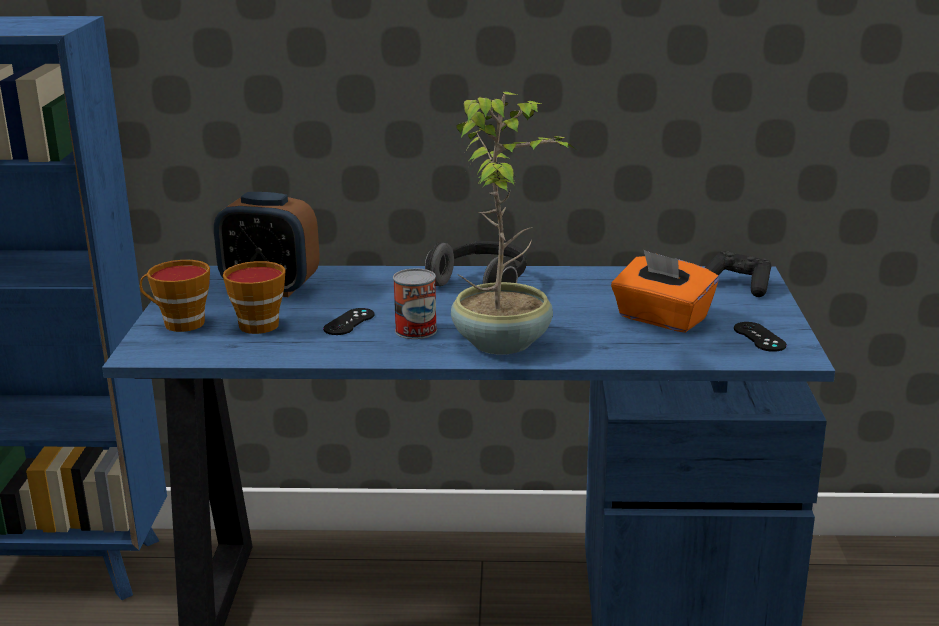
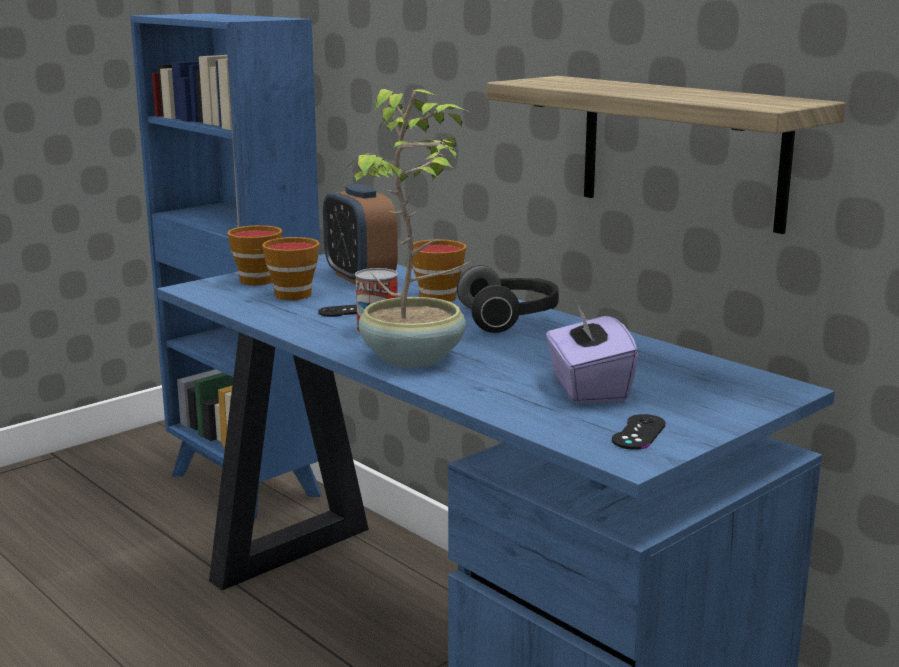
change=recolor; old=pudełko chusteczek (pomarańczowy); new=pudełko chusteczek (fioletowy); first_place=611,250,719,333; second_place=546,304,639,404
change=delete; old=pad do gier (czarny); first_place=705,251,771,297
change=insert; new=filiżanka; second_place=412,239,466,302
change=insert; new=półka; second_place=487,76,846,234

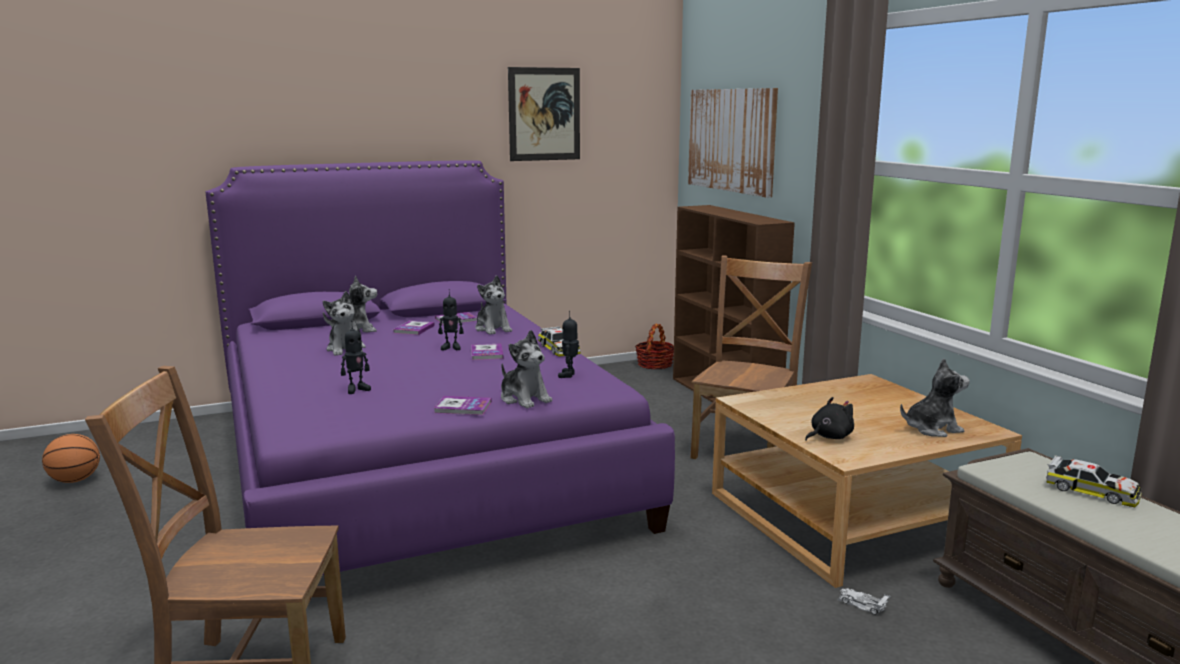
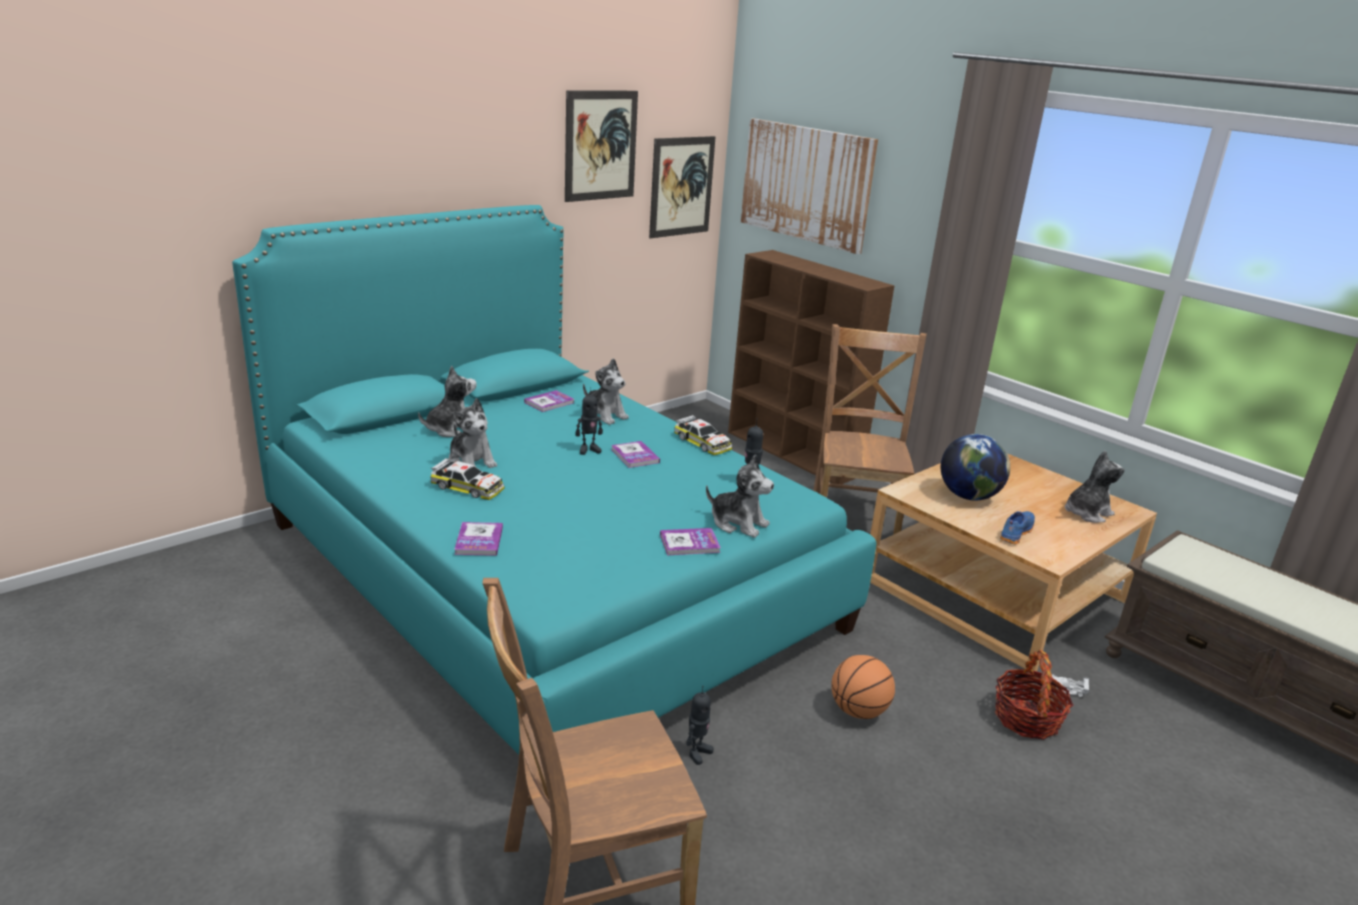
change=move; old=piłka do koszykówki; first_place=42,434,100,483; second_place=831,655,895,719
change=recolor; old=łóżko (fioletowy); new=łóżko (turkusowy); first_place=206,160,675,575; second_place=232,205,876,755
change=move; old=robot zabawkowy; first_place=341,321,371,394; second_place=686,686,714,765
change=move; old=książka; first_place=393,321,435,335; second_place=454,522,503,556
change=move; old=koszyk; first_place=635,324,674,369; second_place=995,650,1073,740
change=replace; old=pluszak (czarny); new=but (niebieski); first_place=805,397,854,441; second_place=1000,511,1035,544
change=move; old=samochodzik; first_place=1046,455,1142,507; second_place=430,458,504,500
change=insert; new=obraz; second_place=649,136,716,238
change=insert; new=globus; second_place=941,434,1010,501

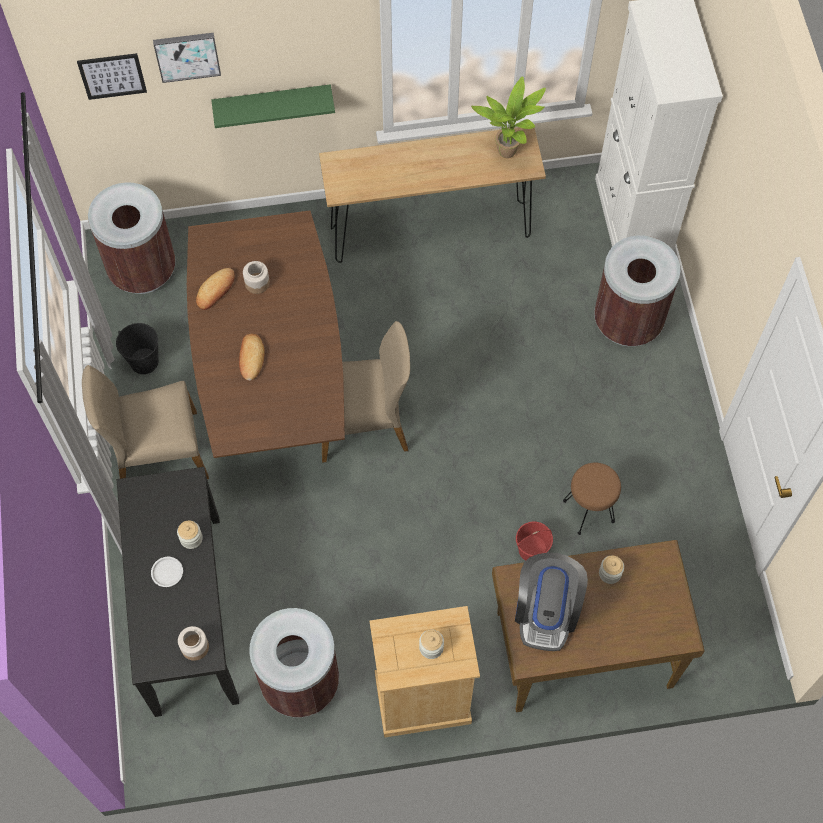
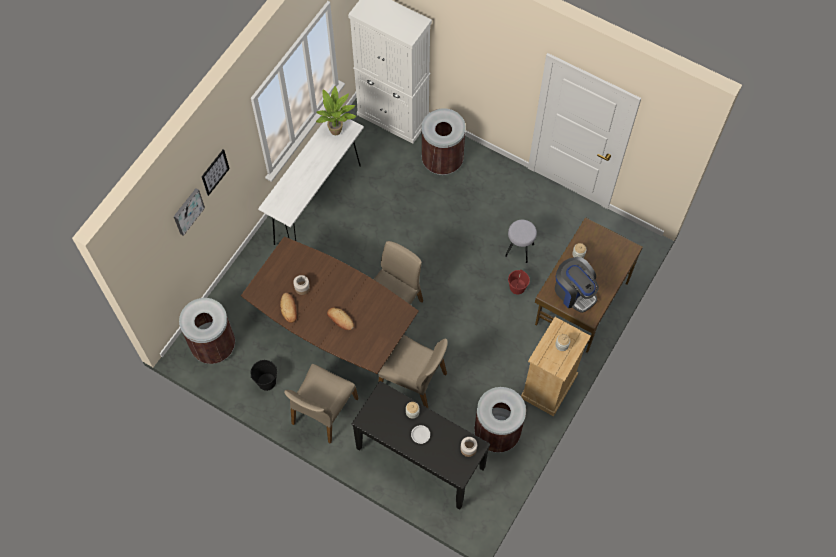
change=move; old=obraz; first_place=77,53,147,100; second_place=202,149,230,196
change=delete; old=półka (zielony); first_place=211,84,335,128
change=recolor; old=stolik konsolowy (brązowy); new=stolik konsolowy (biały); first_place=319,127,546,263; second_place=258,115,364,245
change=recolor; old=stołek (brązowy); new=stołek (szary); first_place=563,463,621,535; second_place=505,220,537,263
change=insert; new=krzesło (beżowy); second_place=378,335,448,408

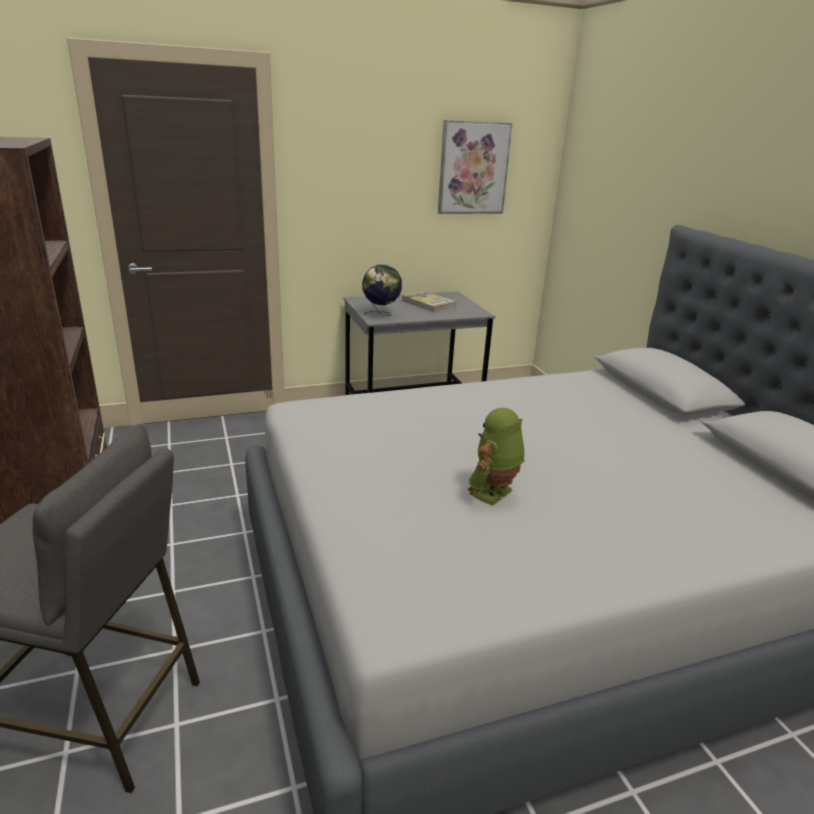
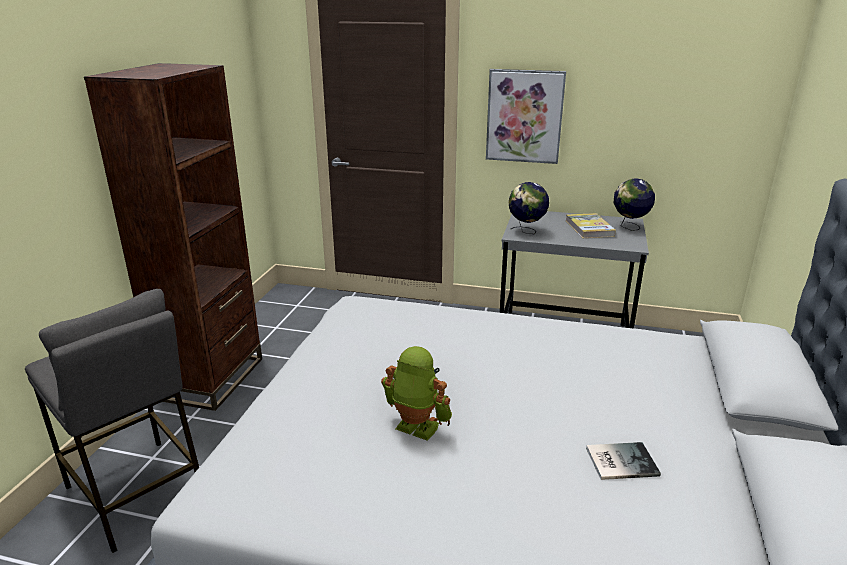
change=move; old=obraz; first_place=438,120,512,214; second_place=486,69,566,164
change=rotate; old=robot zabawkowy; first_place=467,408,525,506; second_place=381,346,452,441; degrees=45
change=insert; new=książka; second_place=586,442,661,480
change=insert; new=globus; second_place=614,178,655,231

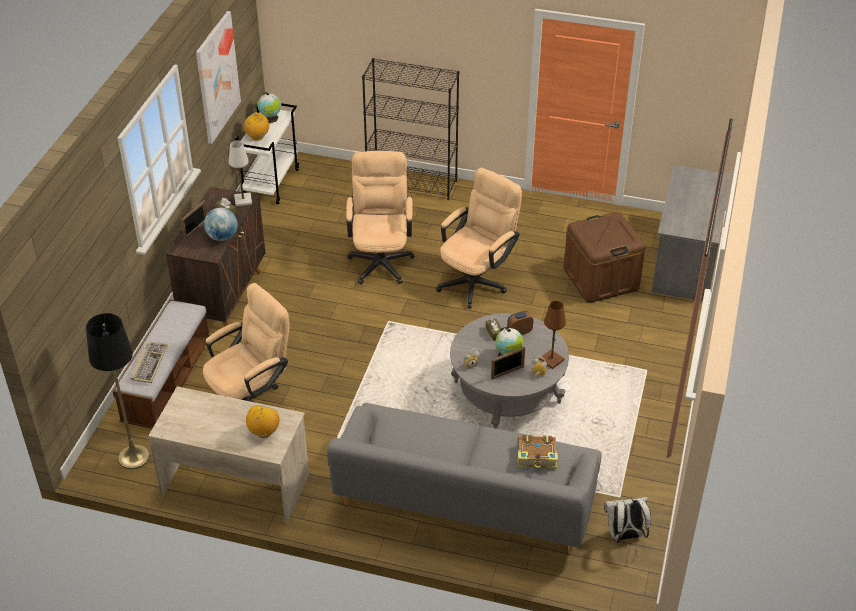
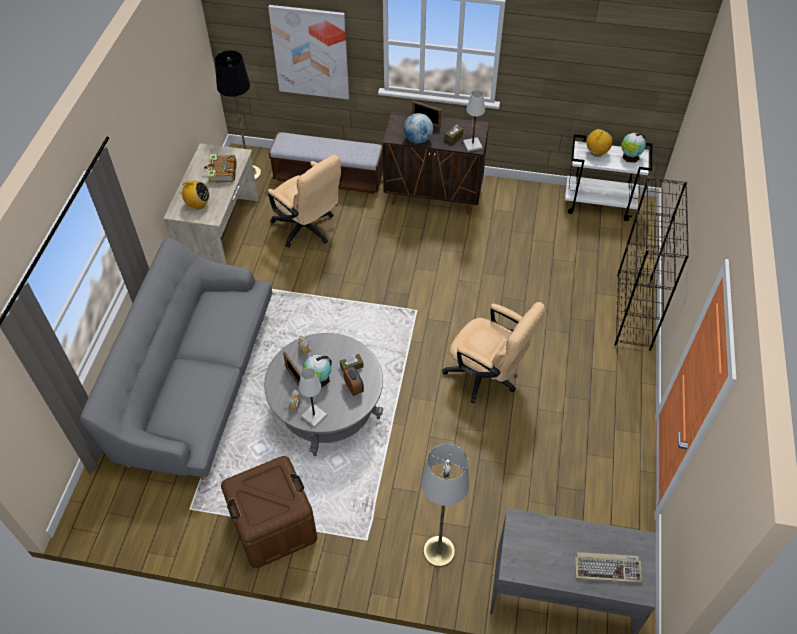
change=move; old=klawiatura; first_place=130,342,168,383; second_place=575,552,643,583
change=move; old=obraz; first_place=196,11,241,144; second_place=268,5,349,99
change=delete; old=krzesło biurowe (beżowy); first_place=346,151,415,284
change=move; old=książka; first_place=518,435,558,469; second_place=203,154,237,184
change=recolor; old=lampa stołowa (brązowy); new=lampa stołowa (biały); first_place=539,301,566,369; second_place=299,368,327,427
change=move; old=pojemnik do przechowywania (brązowy); first_place=564,212,646,303; second_place=221,456,317,568
change=delete; old=plecak (biały); first_place=604,497,651,543
change=insert; new=lampa stojąca (szary); second_place=422,444,469,567

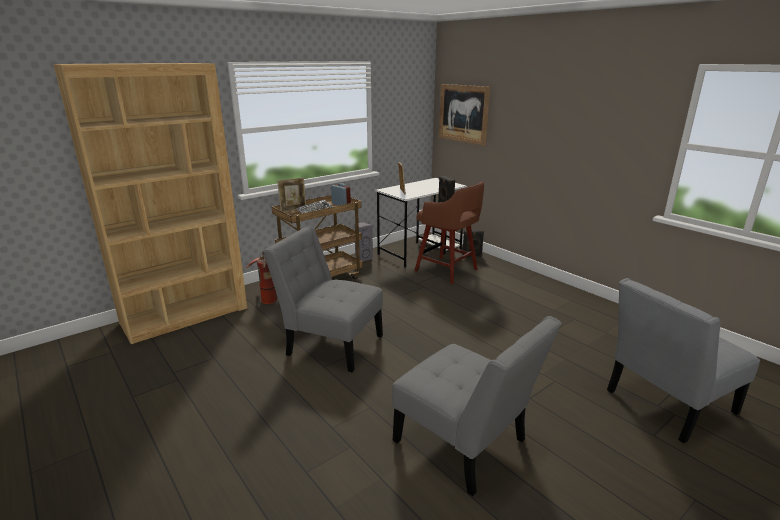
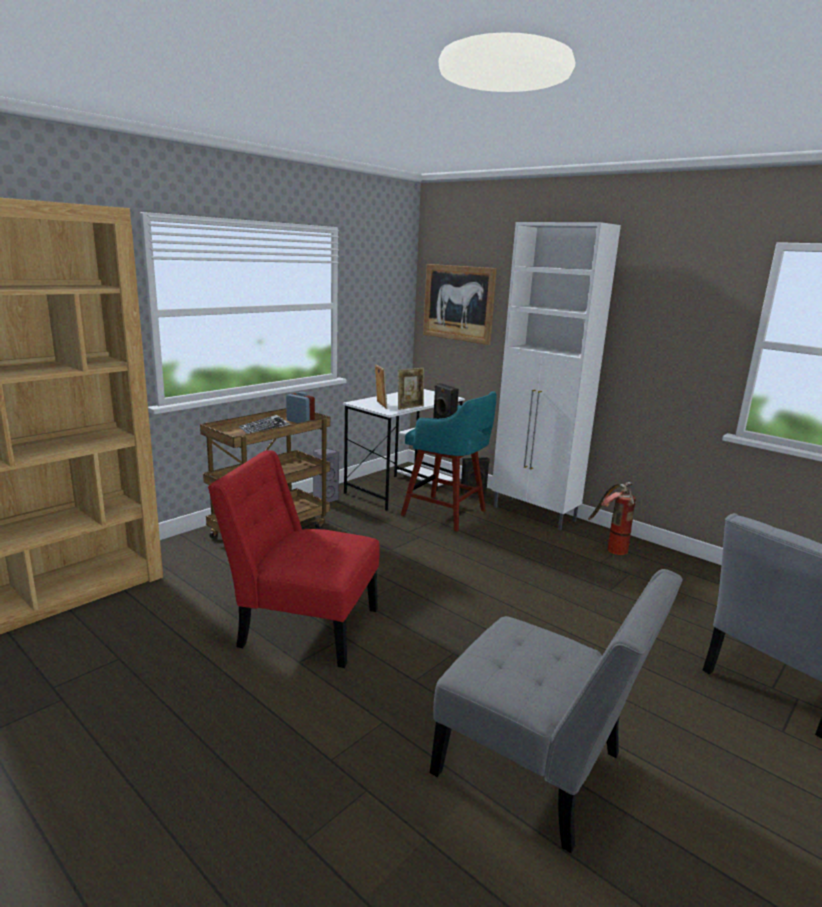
change=move; old=gaśnica; first_place=246,250,277,304; second_place=588,482,636,555
change=recolor; old=krzesło (szary); new=krzesło (czerwony); first_place=263,226,383,372; second_place=208,450,380,668
change=move; old=ramka na zdjęcie; first_place=277,178,306,212; second_place=398,368,424,410
change=recolor; old=stołek (brązowy); new=stołek (turkusowy); first_place=415,182,484,284; second_place=401,391,497,532
change=insert; new=szafka (biały); second_place=492,222,621,531

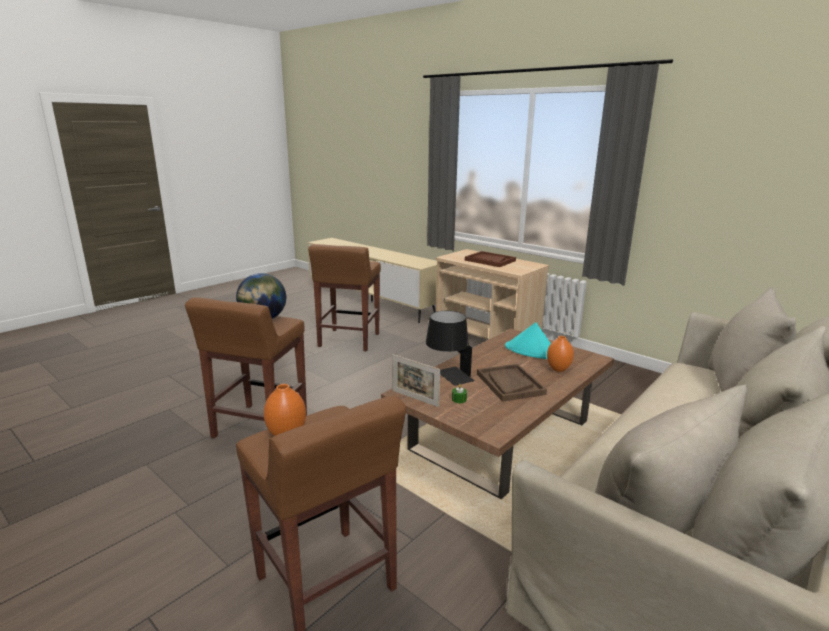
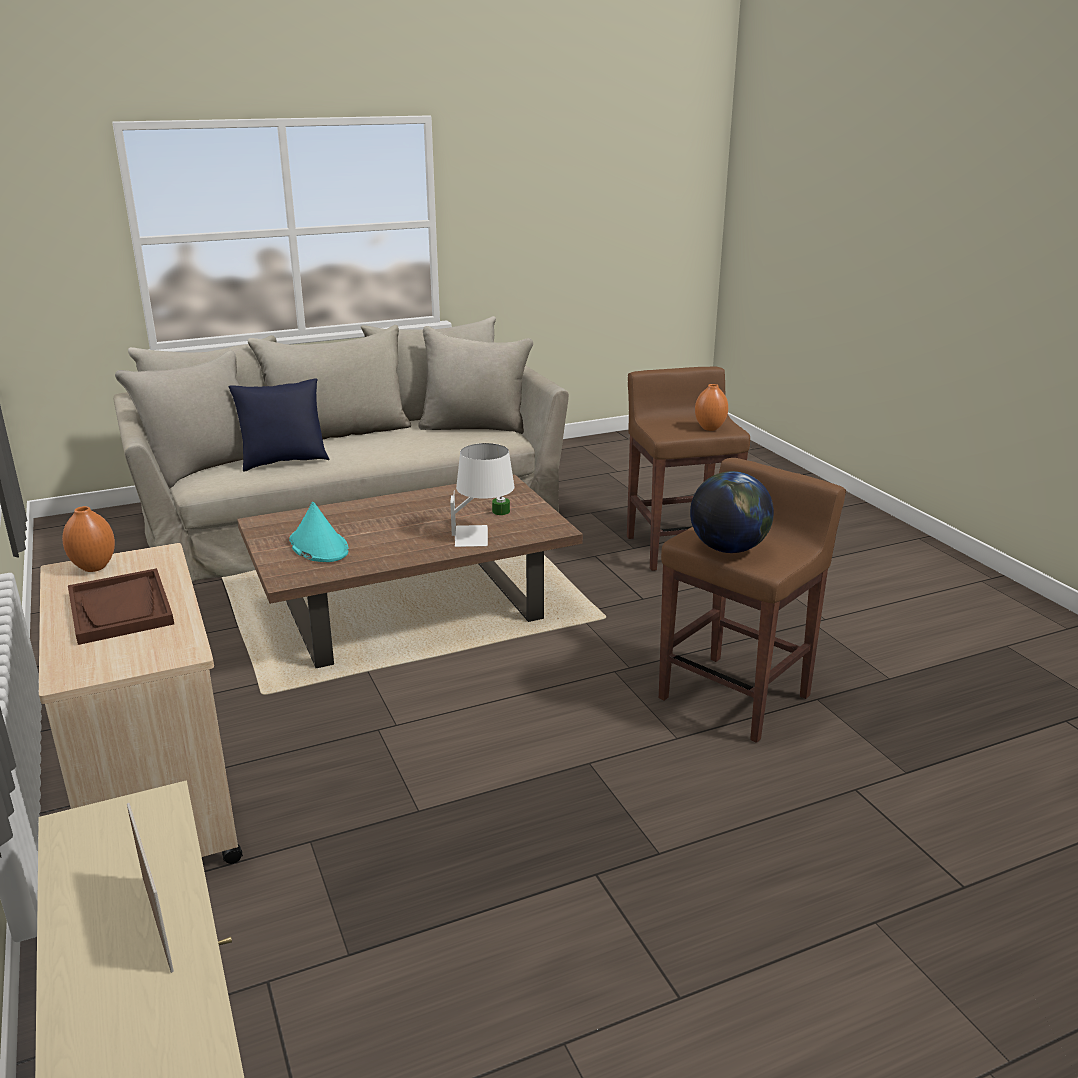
change=delete; old=stołek (brązowy); first_place=308,244,381,351
change=move; old=ramka na zdjęcie; first_place=392,354,440,407; second_place=127,803,174,973
change=recolor; old=lampa stołowa (czarny); new=lampa stołowa (biały); first_place=426,311,475,386; second_place=450,443,515,547
change=delete; old=taca (brązowy); first_place=477,364,547,402
change=move; old=wazon (pomarańczowy); first_place=547,336,574,372; second_place=62,506,115,572
change=insert; new=poduszka (niebieski); second_place=228,378,329,472

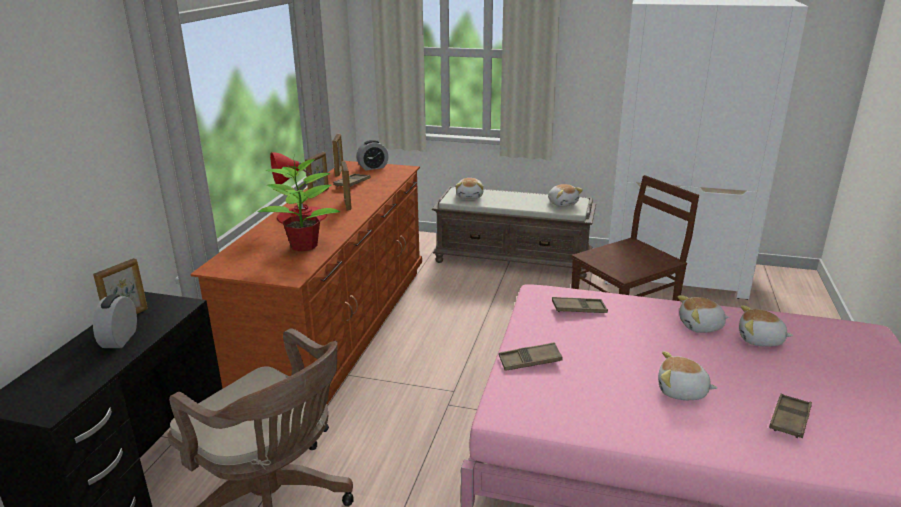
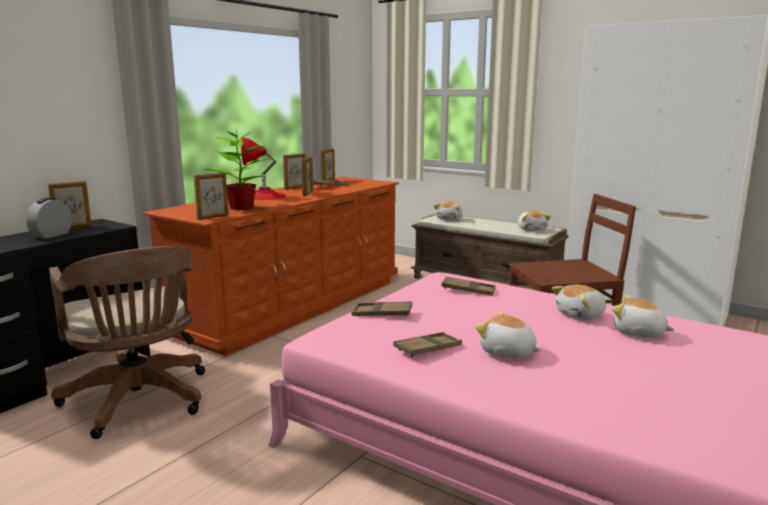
change=delete; old=budzik; first_place=356,140,389,171
change=rotate; old=pluszak; first_place=678,295,729,333; second_place=551,284,606,320; degrees=-45
change=move; old=taca (brązowy); first_place=769,394,812,438; second_place=393,332,462,357
change=insert; new=ramka na zdjęcie; second_place=194,172,229,220

